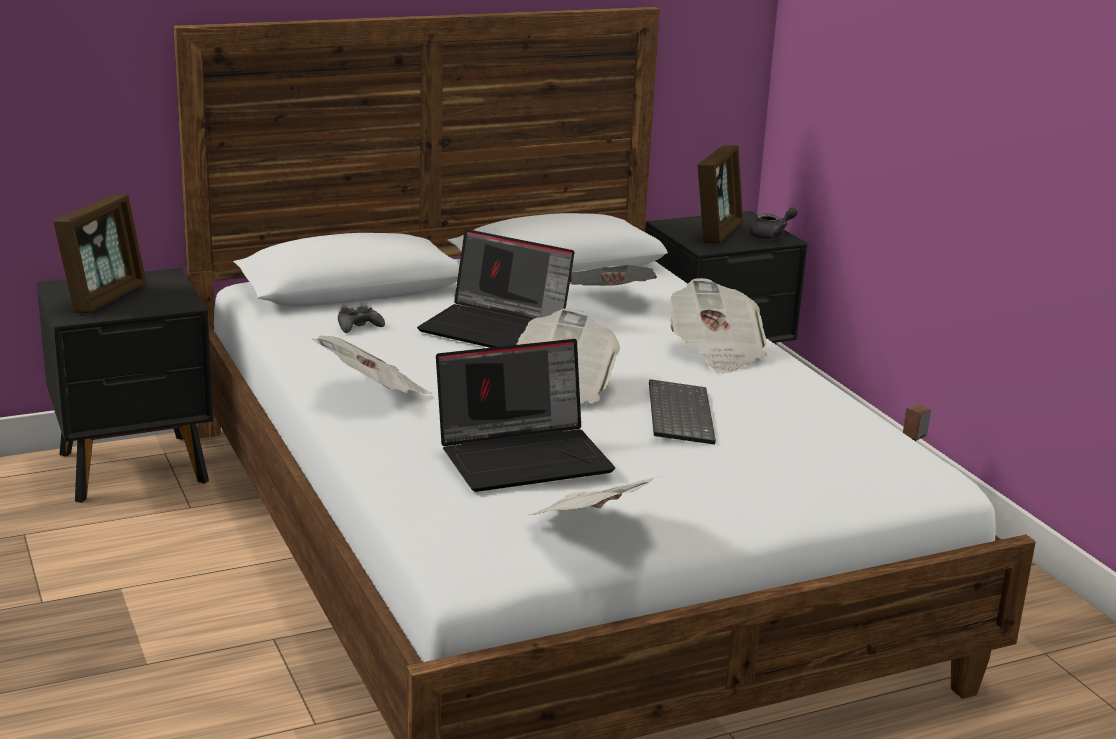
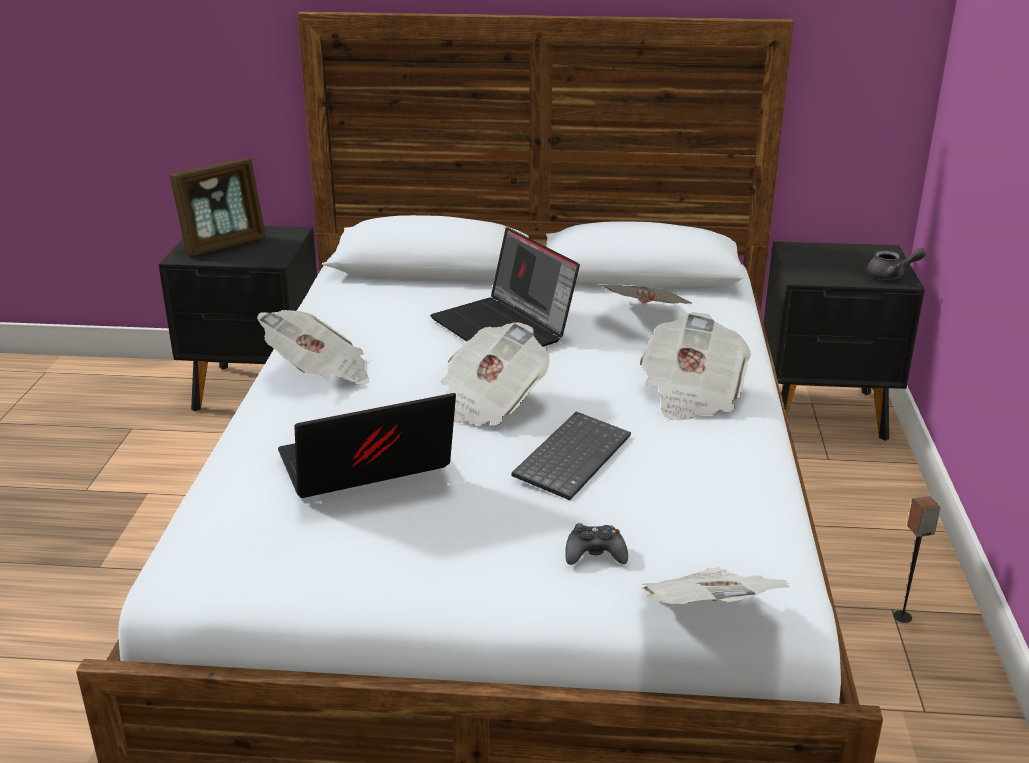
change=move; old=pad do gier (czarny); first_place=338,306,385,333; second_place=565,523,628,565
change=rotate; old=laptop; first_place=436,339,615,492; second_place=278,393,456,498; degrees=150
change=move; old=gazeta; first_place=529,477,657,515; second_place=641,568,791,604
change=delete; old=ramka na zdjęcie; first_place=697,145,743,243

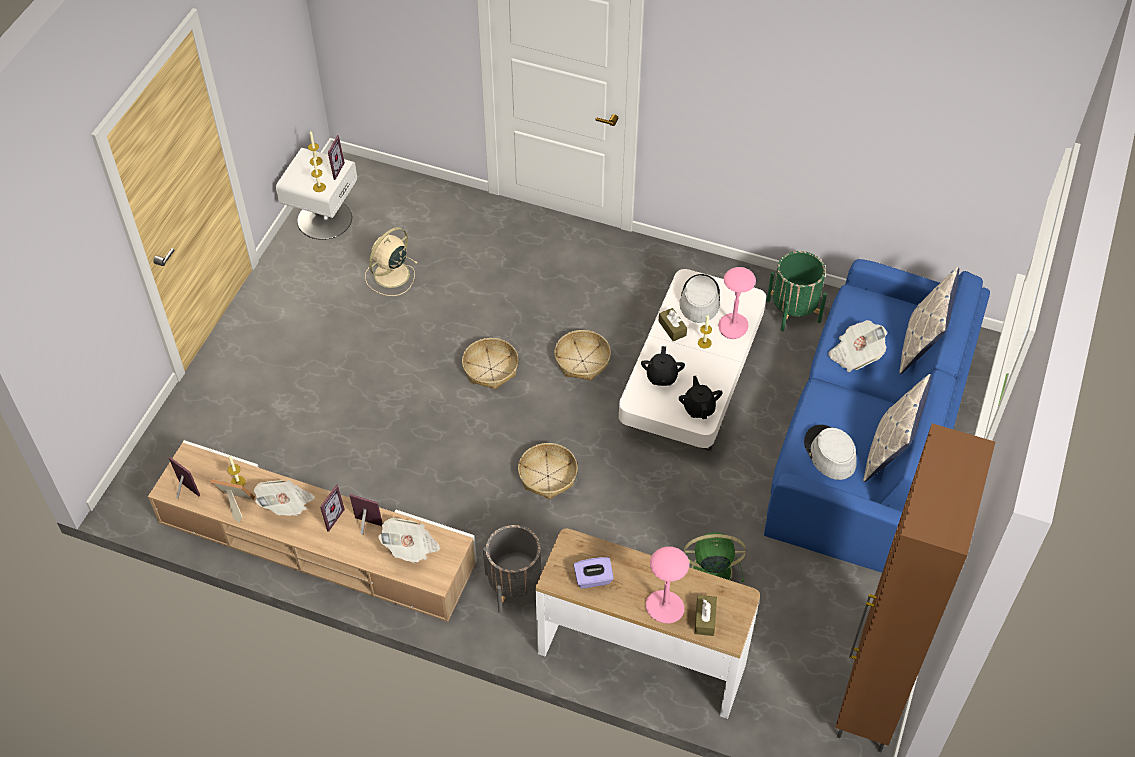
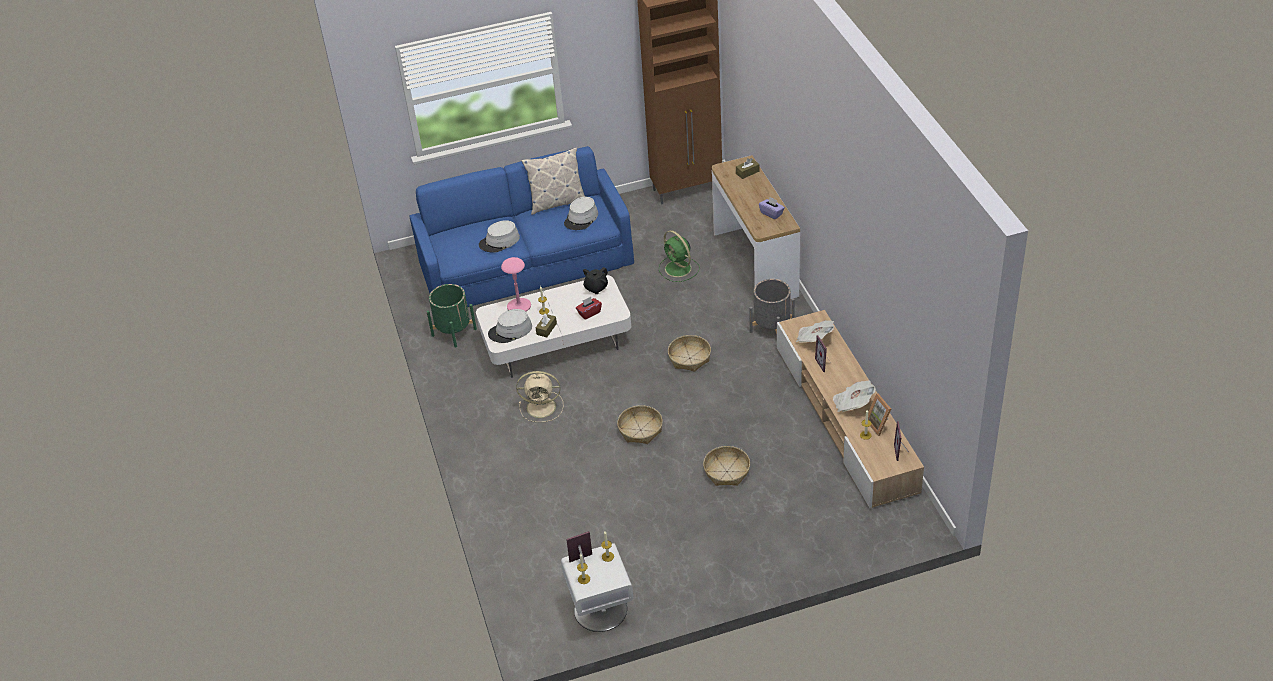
change=delete; old=ramka na zdjęcie; first_place=320,484,345,532
change=move; old=wentylator (beżowy); first_place=365,227,418,296; second_place=516,371,563,422
change=move; old=koszyk; first_place=554,330,611,381; second_place=703,446,750,486
change=replace; old=imbryk (czarny); new=pudełko chusteczek (czerwony); first_place=641,346,685,386; second_place=576,297,602,320
change=delete; old=lampa stołowa (różowy); first_place=646,546,689,624
change=replace; old=gazeta; new=kapelusz (szary); first_place=828,320,887,372; second_place=479,220,520,253
change=delete; old=poduszka; first_place=899,267,959,374

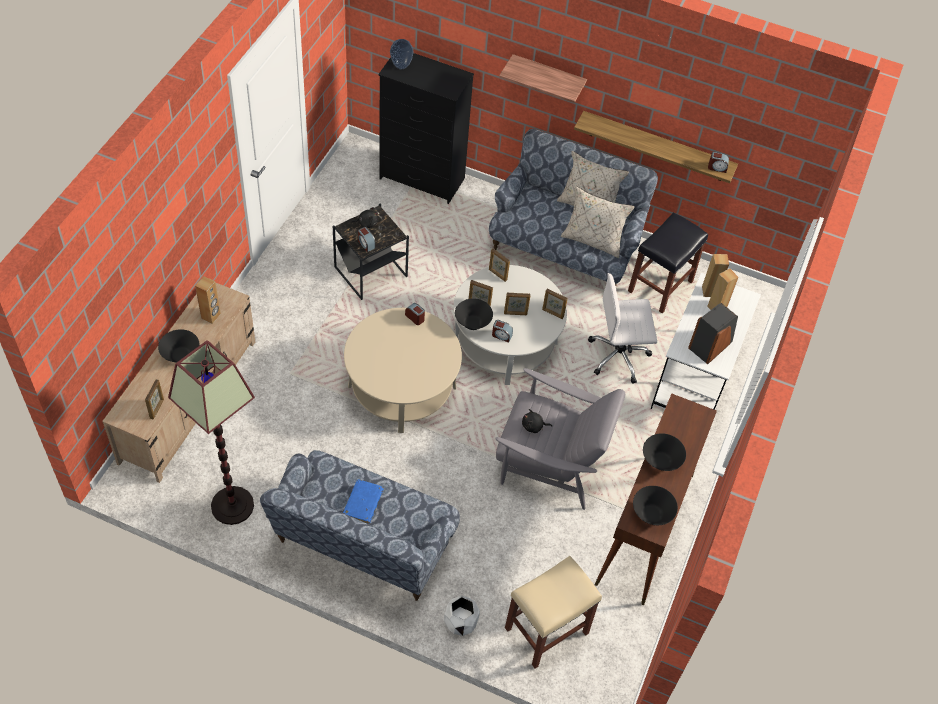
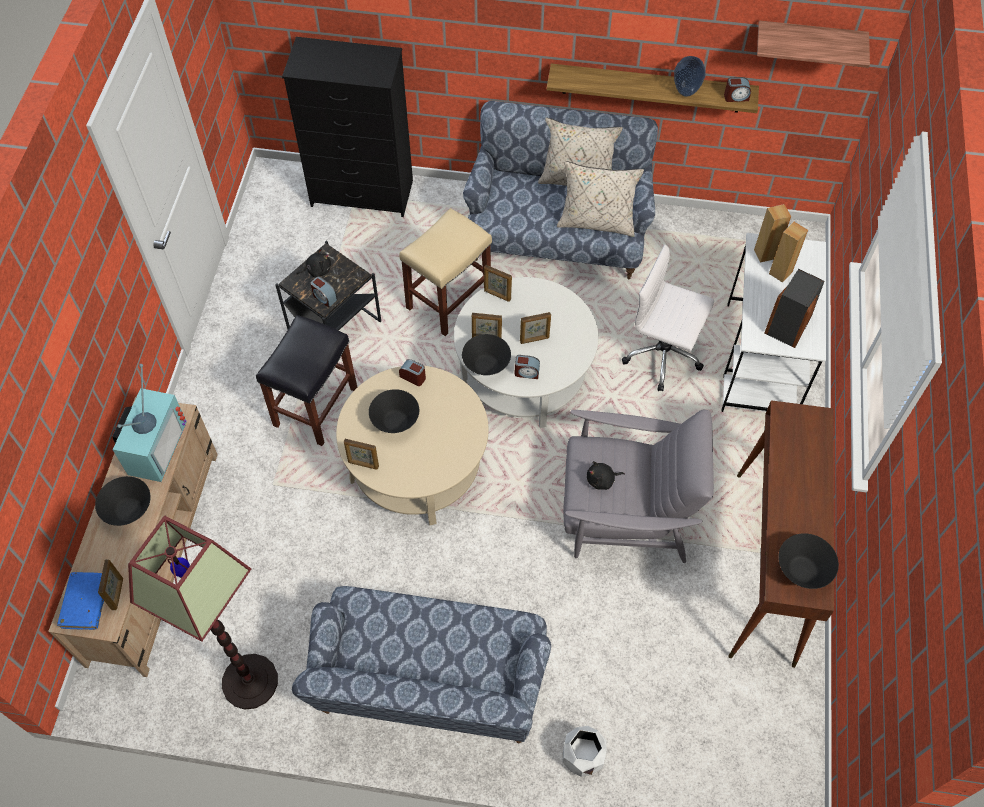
change=replace; old=głośnik (brązowy); new=telewizor; first_place=195,276,221,324; second_place=112,364,187,482
change=move; old=książka (niebieski); first_place=343,479,384,524; second_place=57,572,104,630
change=move; old=wazon; first_place=390,39,414,69; second_place=674,56,706,97
change=move; old=półka; first_place=499,54,587,103; second_place=757,21,870,68
change=move; old=stołek (beżowy); first_place=505,556,602,669; second_place=399,208,492,336
change=move; old=ramka na zdjęcie; first_place=542,289,568,319; second_place=344,439,379,470
change=rotate; old=krzesło biurowe (biały); first_place=588,273,657,384; second_place=622,244,714,391; degrees=45
change=move; old=stołek (czarny); first_place=628,212,708,314; second_place=256,315,357,446
change=move; old=miska (czarny); first_place=643,433,686,471; second_place=369,389,419,433

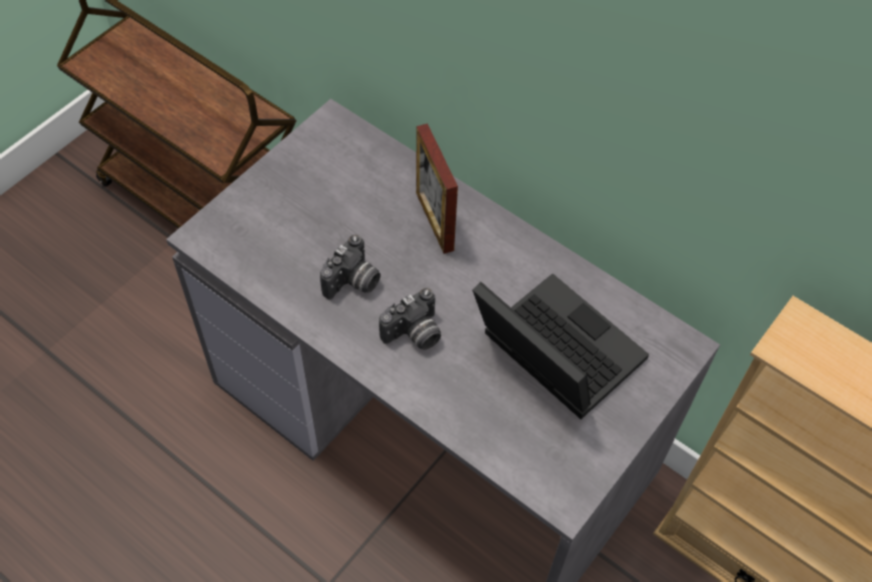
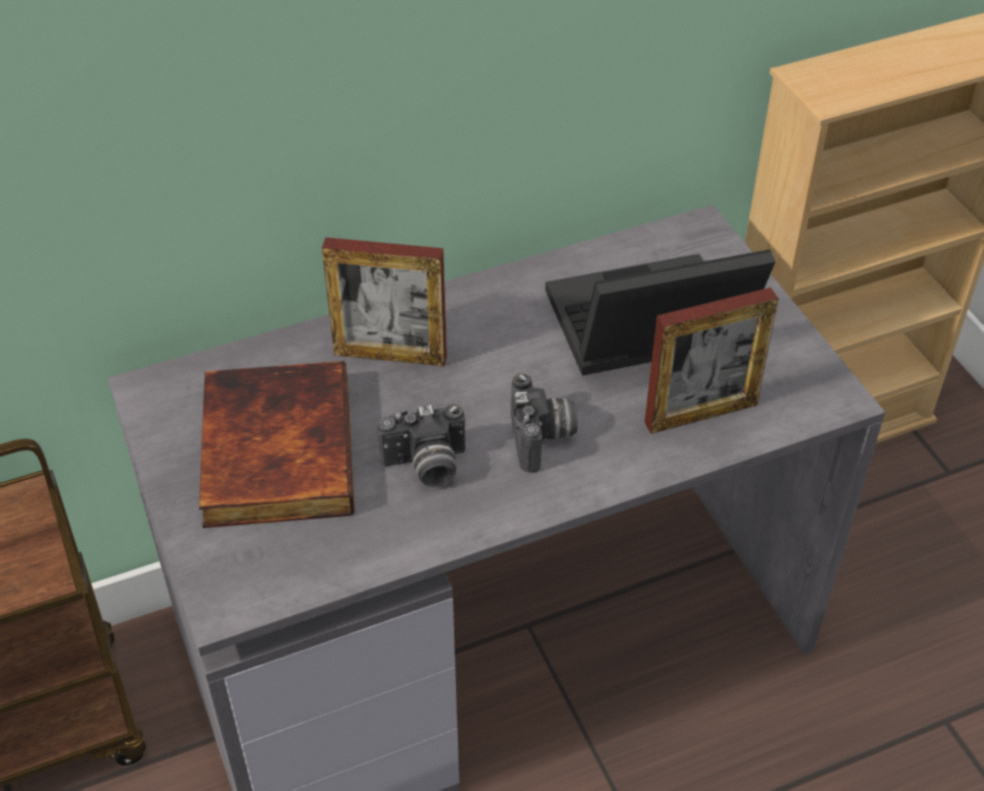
change=rotate; old=aparat fotograficzny; first_place=320,235,381,300; second_place=377,404,466,487; degrees=105
change=insert; new=książka; second_place=199,361,355,528
change=insert; new=ramka na zdjęcie; second_place=645,287,779,434

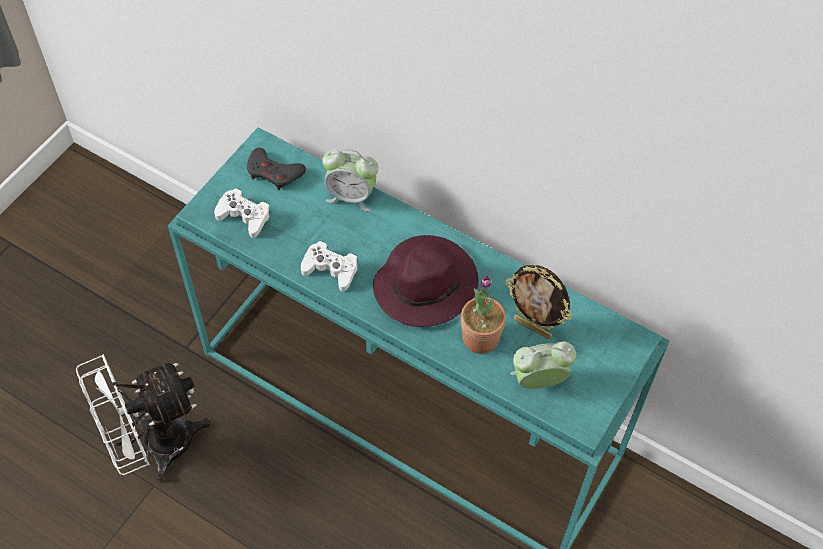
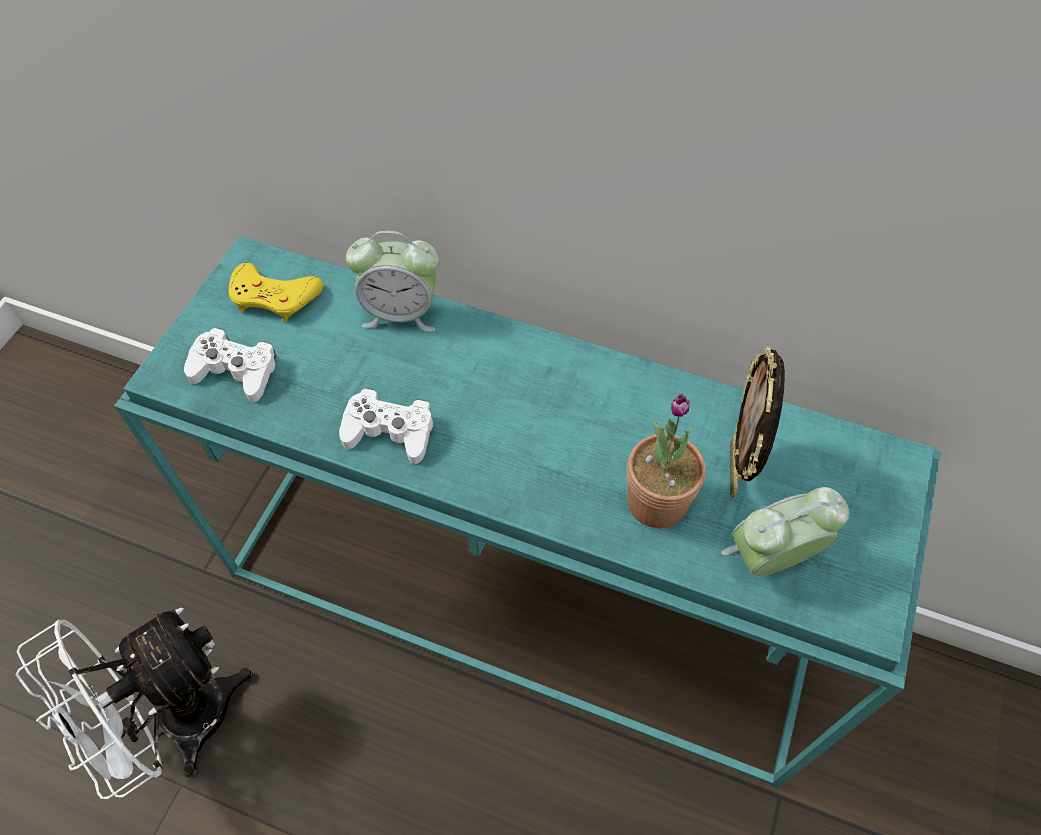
change=recolor; old=pad do gier (szary); new=pad do gier (żółty); first_place=247,148,306,190; second_place=229,263,323,322
change=delete; old=kapelusz (fioletowy); first_place=373,235,479,327
change=rotate; old=ramka na zdjęcie; first_place=506,265,572,339; second_place=731,346,785,498; degrees=75

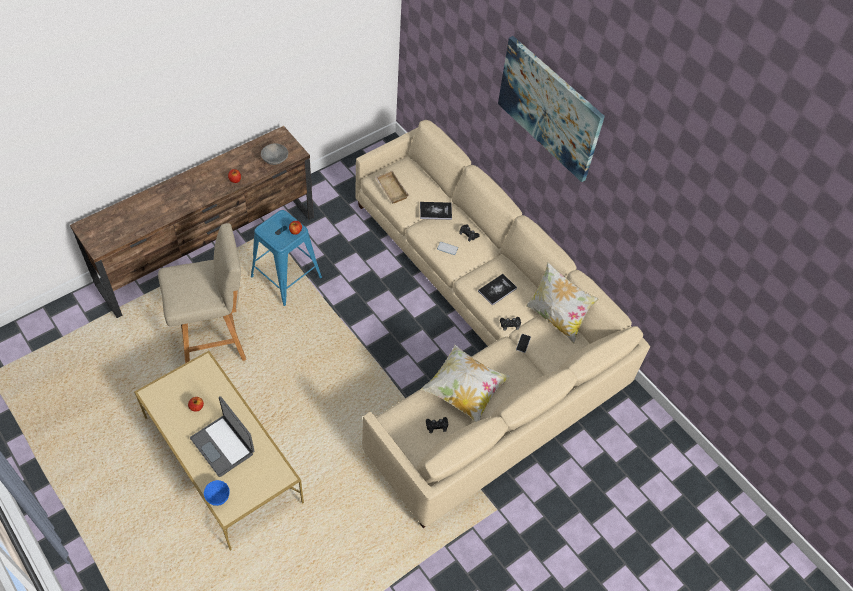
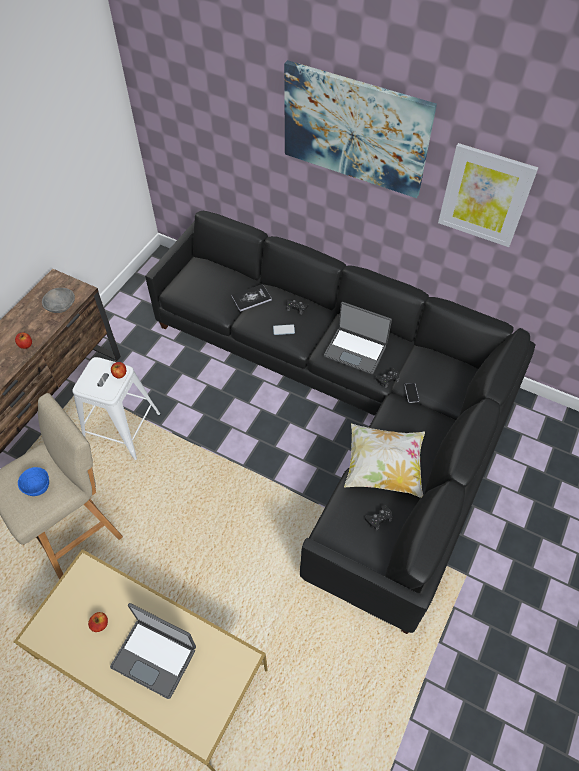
change=move; old=miska (niebieski); first_place=204,480,230,506; second_place=18,467,49,496
change=recolor; old=stołek (niebieski); new=stołek (biały); first_place=251,210,322,306; second_place=72,357,160,460
change=recolor; old=kanapa (beżowy); new=kanapa (czarny); first_place=355,120,650,528; second_place=145,211,536,634
change=delete; old=taca (beżowy); first_place=375,171,410,203
change=replace; old=książka; new=laptop; first_place=478,274,517,306; second_place=324,302,392,374
change=delete; old=poduszka; first_place=526,262,599,343
change=insert; new=obraz; second_place=438,143,538,247

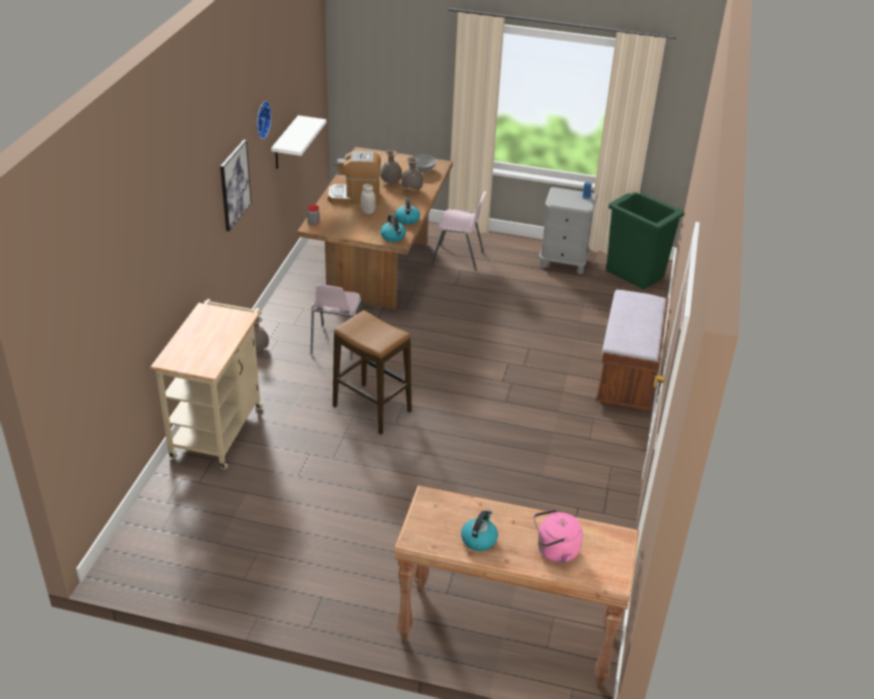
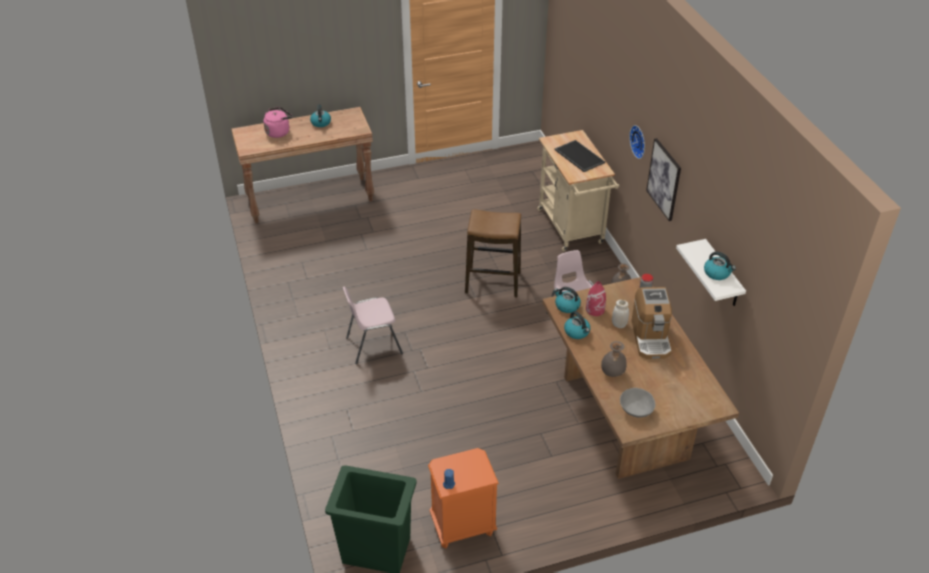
change=move; old=zegar ścienny; first_place=257,101,272,139; second_place=629,125,645,159
change=rotate; old=ekspres do kawy; first_place=328,151,381,204; second_place=631,287,672,359; degrees=120
change=delete; old=wazon (szary); first_place=380,150,402,184
change=move; old=krzesło (różowy); first_place=431,191,486,271; second_place=343,287,403,364
change=recolor; old=szafka nocna (szary); new=szafka nocna (pomarańczowy); first_place=539,187,598,274; second_place=428,448,499,548
change=delete; old=ławka (brązowy); first_place=596,289,669,411
change=insert; new=taca; second_place=554,140,605,172
change=insert; new=wazon (czerwony); second_place=586,281,606,316
change=insert; new=czajnik; second_place=704,251,736,280

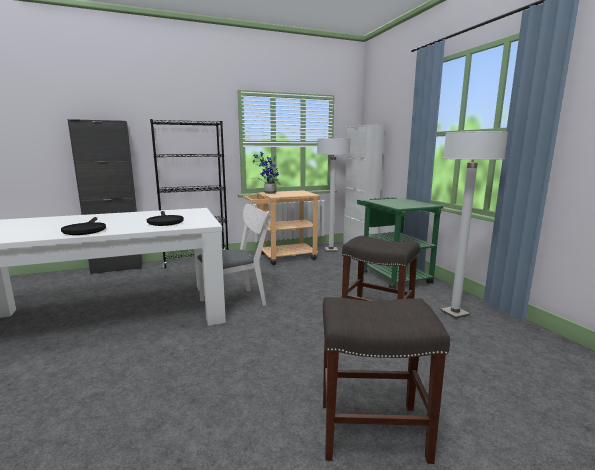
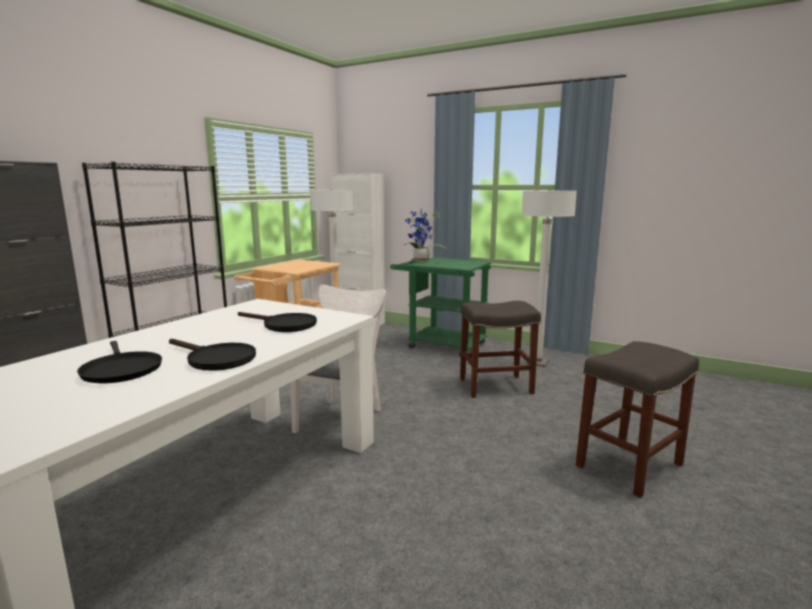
change=move; old=roślina doniczkowa; first_place=252,152,281,194; second_place=404,209,447,262
change=insert; new=patelnia (czarny); second_place=77,341,162,383

